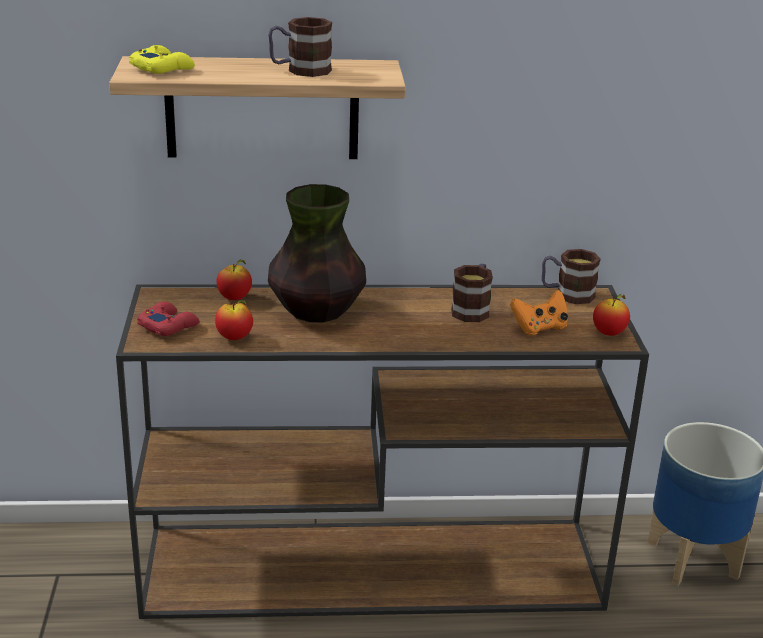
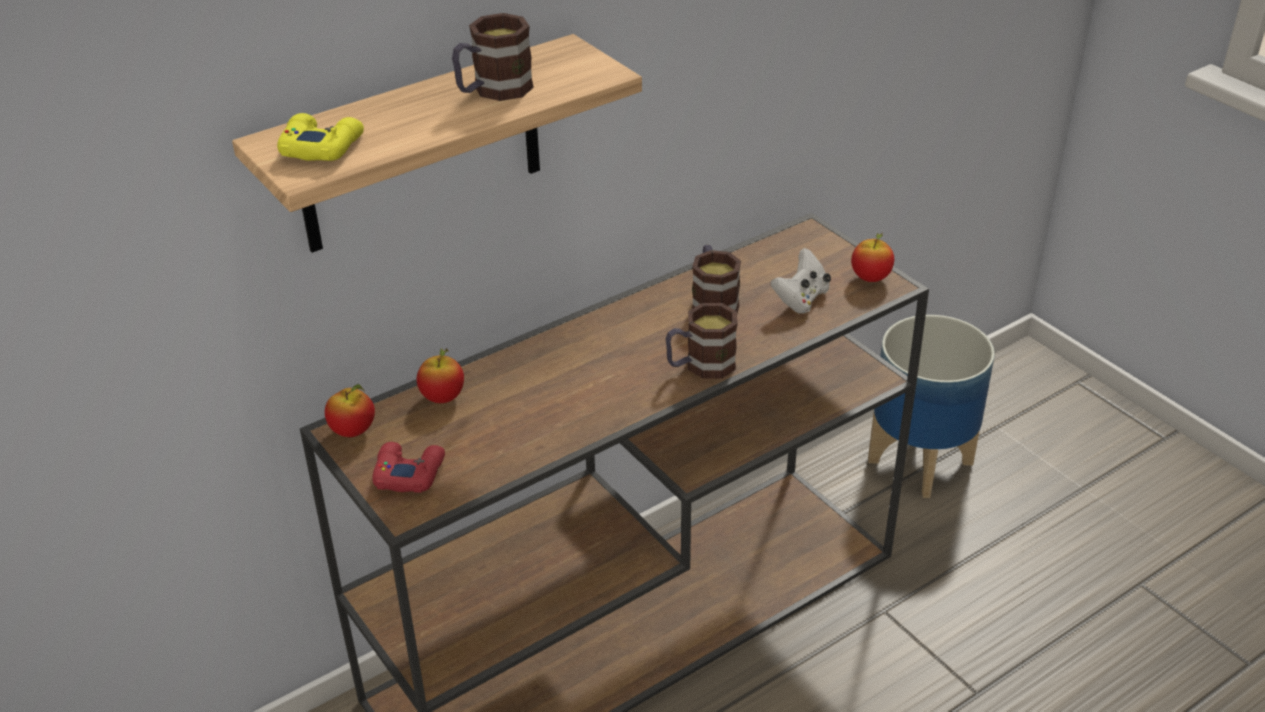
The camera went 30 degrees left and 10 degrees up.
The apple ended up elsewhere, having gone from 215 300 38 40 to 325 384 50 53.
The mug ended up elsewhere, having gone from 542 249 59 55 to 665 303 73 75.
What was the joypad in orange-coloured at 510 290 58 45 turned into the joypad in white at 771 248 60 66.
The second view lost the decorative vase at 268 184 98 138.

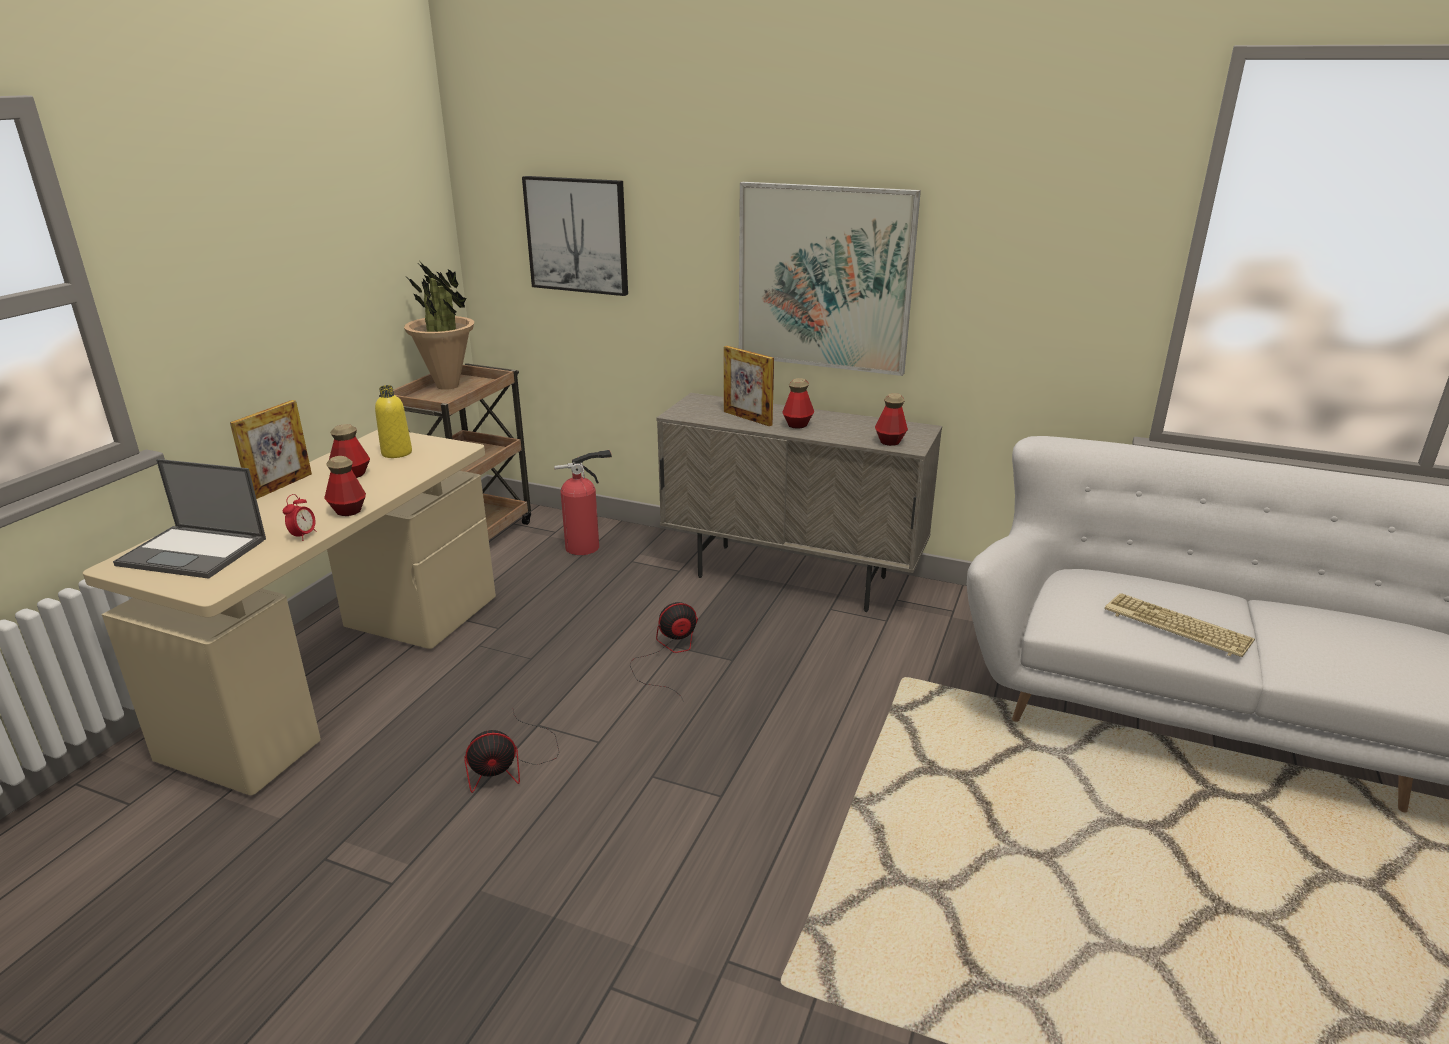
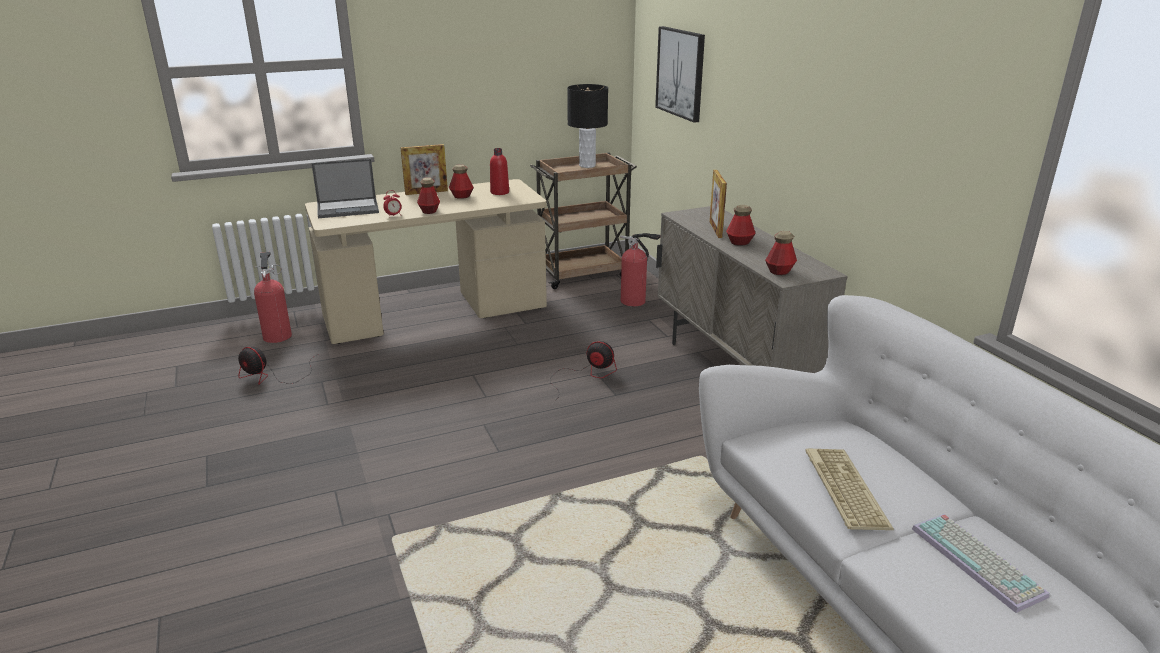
The camera went 45 degrees right and 0 degrees up.
The fan ended up elsewhere, having gone from 464 710 95 83 to 238 347 80 38.
The second view gained the extinguisher at 254 252 38 91.
The laptop at 113 459 153 120 ended up facing another way, 75 degrees counterclockwise from before.
What was the bottle in yellow at 375 385 37 73 turned into the bottle in red at 490 148 19 47.
Where the potted plant stood at 404 262 70 128, the table lamp in black-coloured came to stand at 567 84 41 84.
The second view gained the keyboard at 912 514 138 99.
The second view lost the picture at 739 182 182 194.

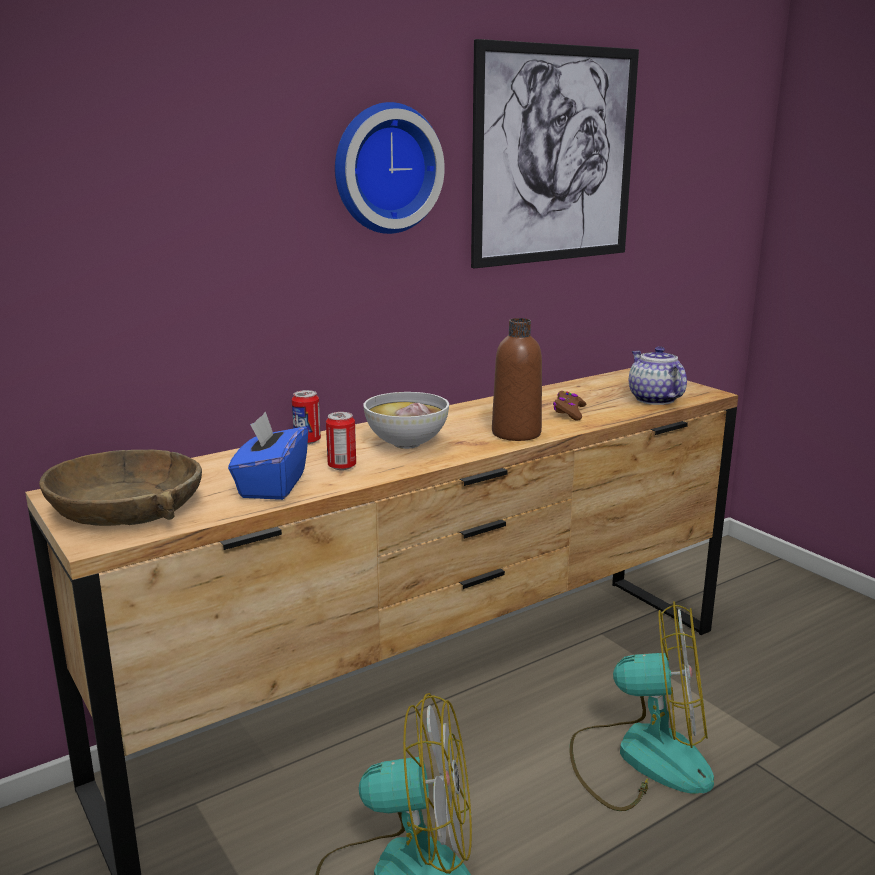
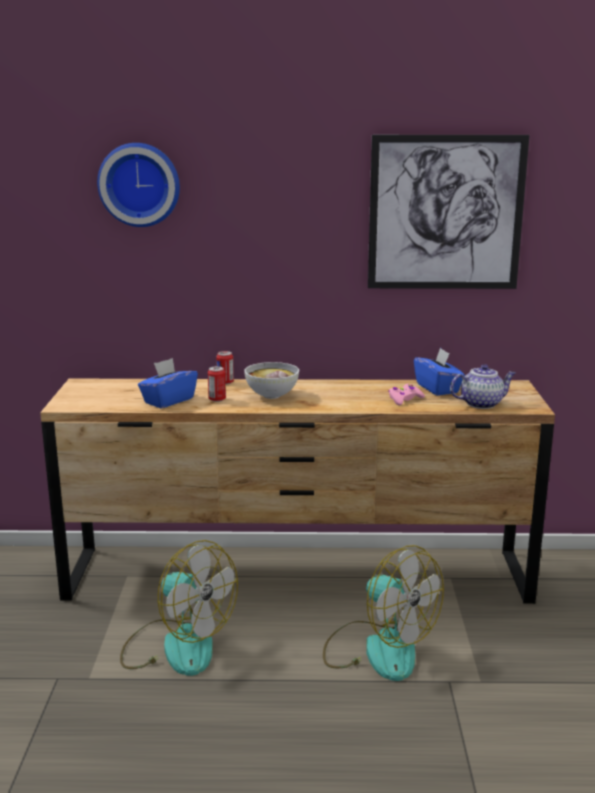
The camera went 35 degrees right and 0 degrees up.
The clock on the wall ended up elsewhere, having gone from 335 102 110 132 to 97 143 83 84.
What was the joypad in brown-coloured at 553 391 33 30 turned into the joypad in pink-coloured at 388 384 37 21.
The second view gained the tissue holder in blue at 414 348 51 48.
The pot for tea at 629 346 58 59 ended up facing another way, 60 degrees clockwise from before.
The second view lost the deep dish in brown-coloured at 39 450 163 76.
The second view lost the bottle in brown-coloured at 492 318 50 123.

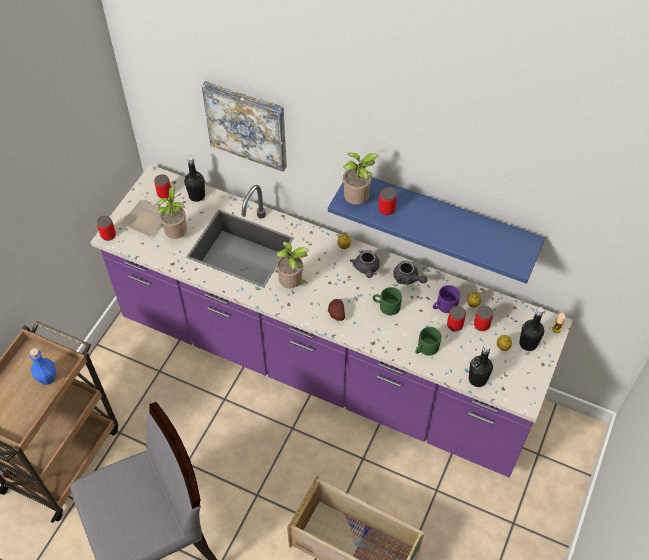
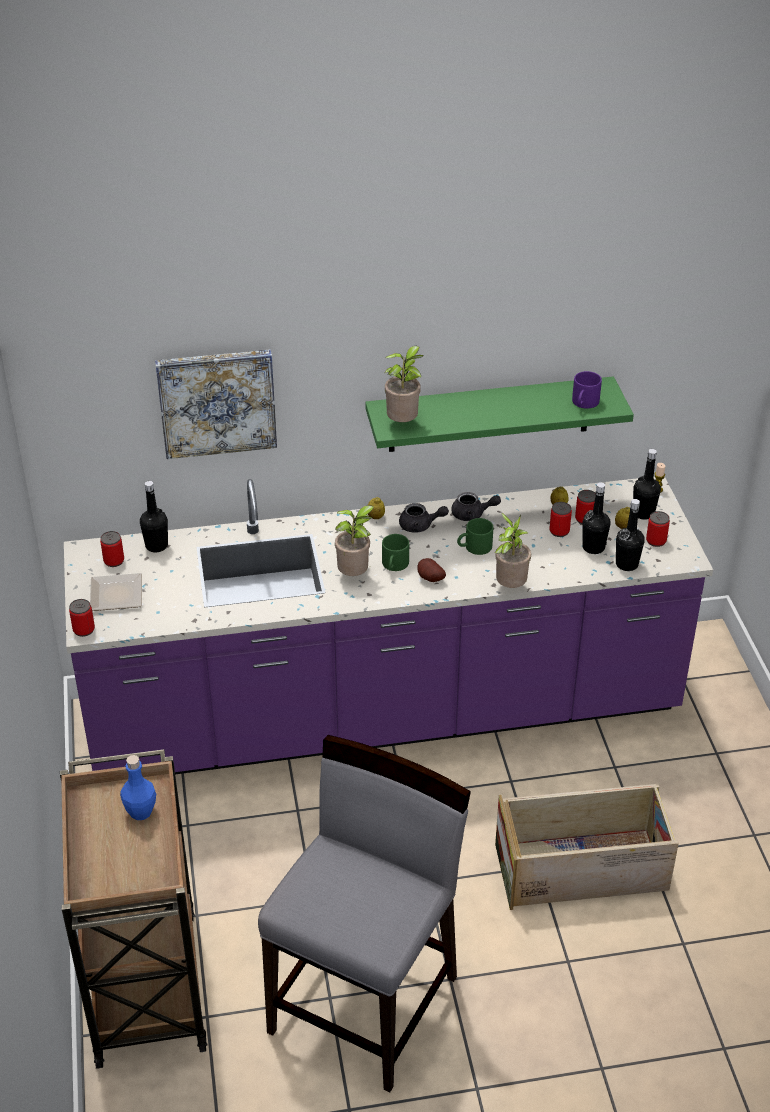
The camera went 35 degrees left and 15 degrees down.
What was the wall shelf in blue at 328 177 217 107 turned into the wall shelf in green-coloured at 365 377 269 75.
The mug in green-coloured ended up elsewhere, having gone from 415 327 26 29 to 382 534 27 37.
The pot for tea in gray at 350 250 30 28 ended up facing another way, 45 degrees counterclockwise from before.
The potted plant ended up elsewhere, having gone from 157 186 30 53 to 495 513 36 75.
The mug in purple ended up elsewhere, having gone from 433 285 27 28 to 572 371 30 38.
The second view gained the bottle in black-coloured at 582 482 29 72.
The metal can ended up elsewhere, having gone from 378 187 19 28 to 646 511 24 36.

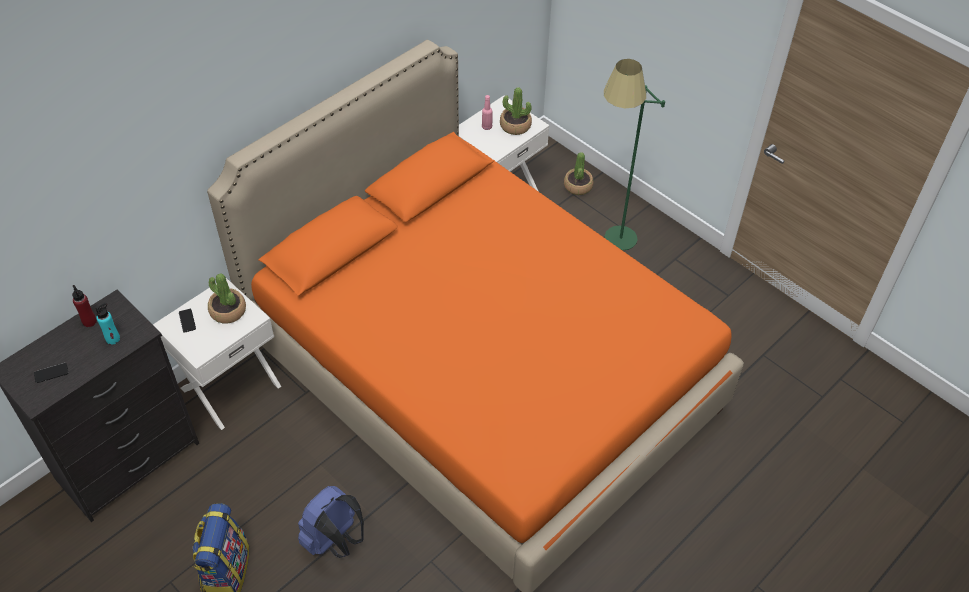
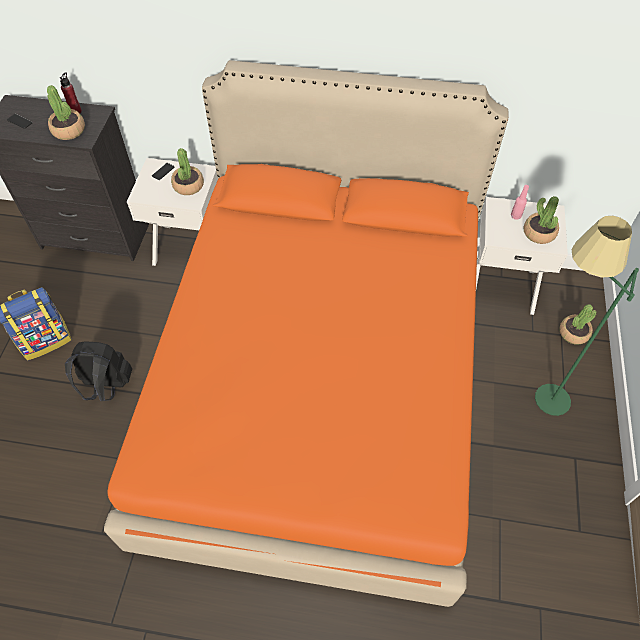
The camera went 55 degrees right and 5 degrees up.
Where the bottle in turquoise-coloured stood at 95 303 25 42, the potted plant came to stand at 47 85 38 55.
What was the knapsack in blue at 298 486 66 72 turned into the knapsack in black-coloured at 65 341 67 60.

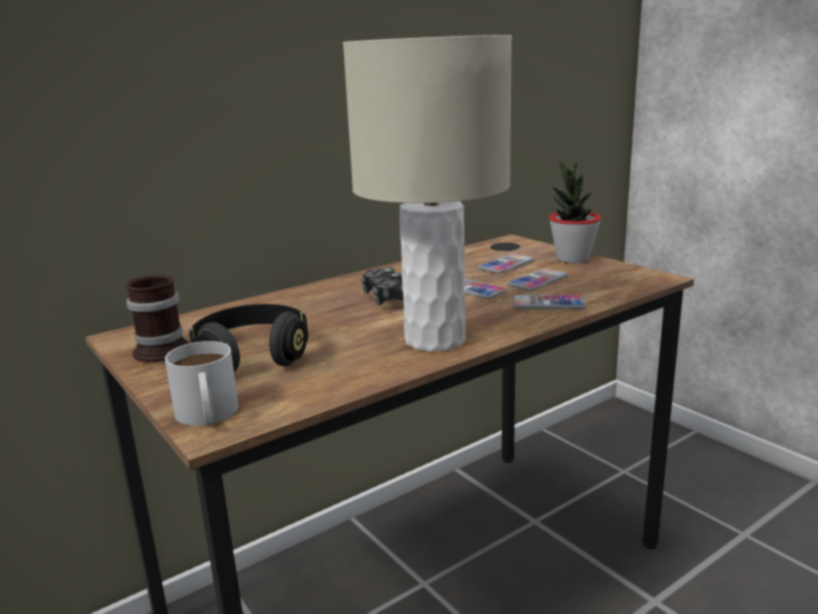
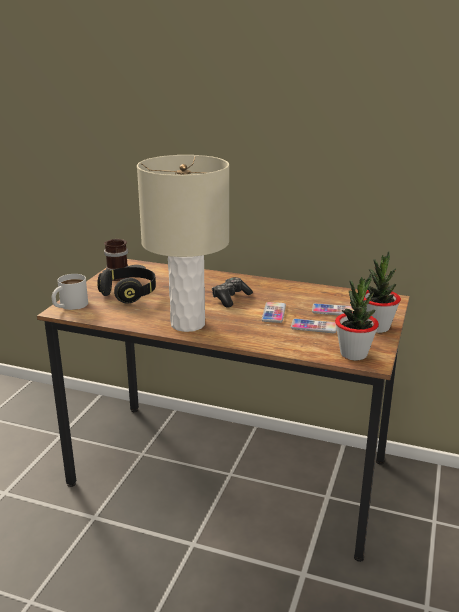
The camera went 55 degrees right and 5 degrees up.
The second view gained the potted plant at 335 273 44 87.
The second view lost the handset at 513 295 73 14.

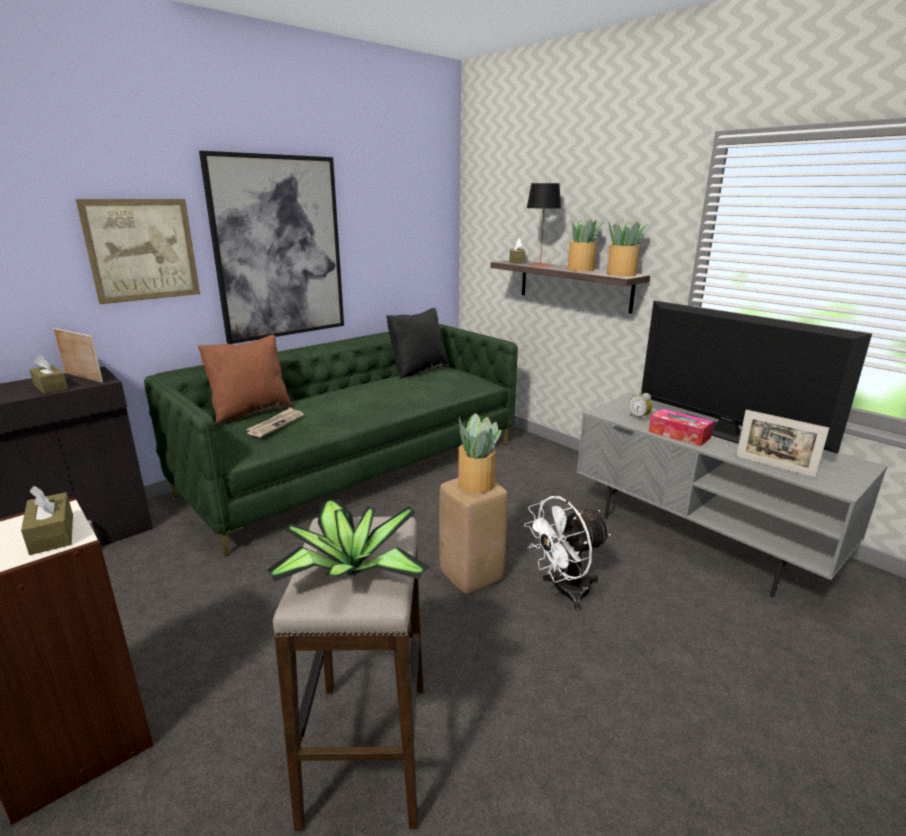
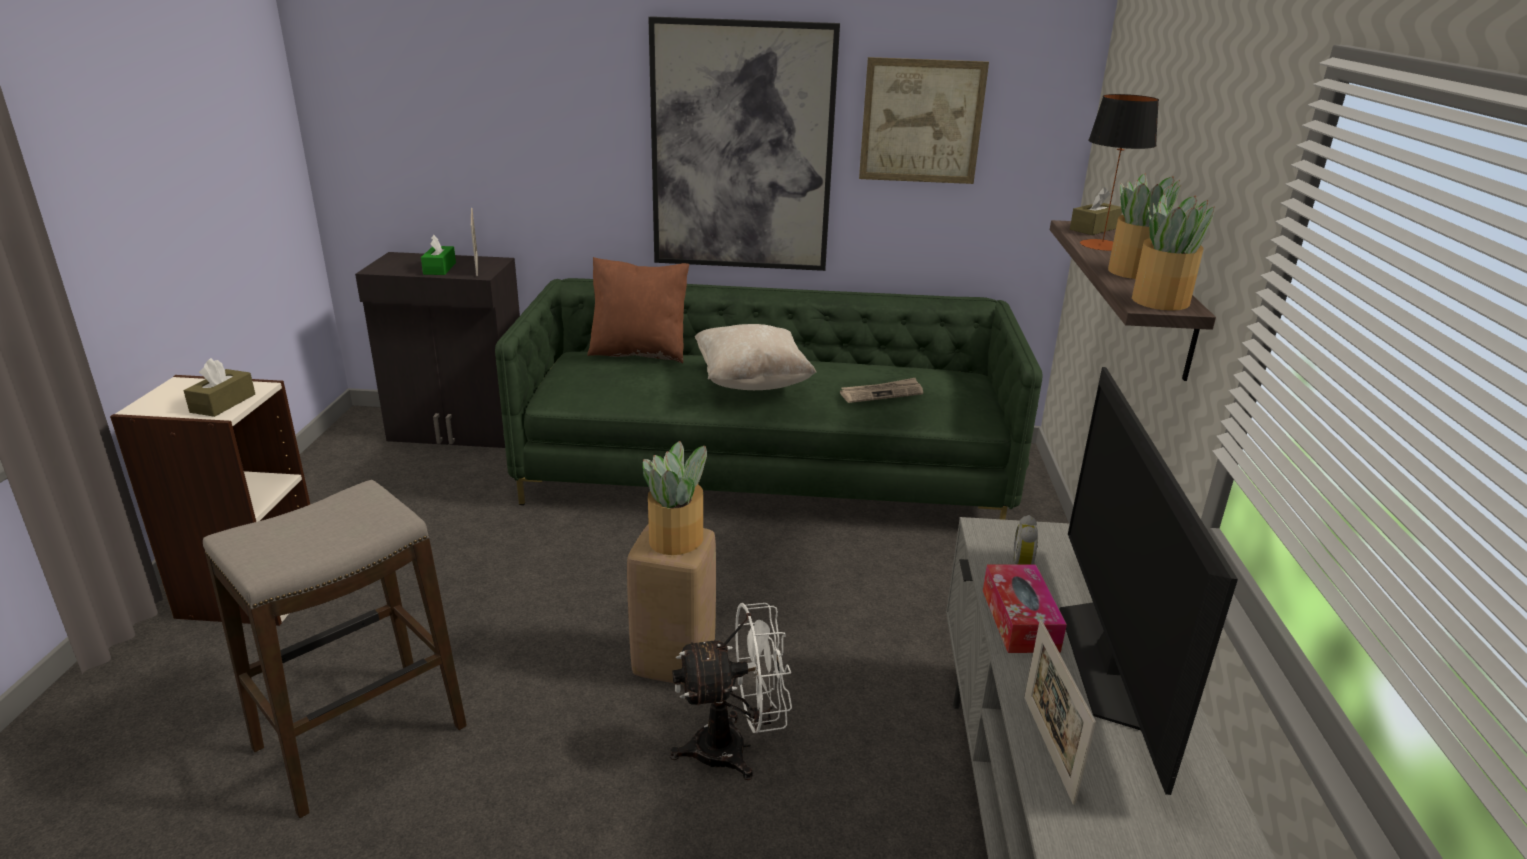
The camera went 45 degrees right and 5 degrees up.
What was the tissue holder in brown-coloured at 29 355 39 39 turned into the tissue holder in green-coloured at 421 235 35 40.
The fan in white at 524 496 87 115 ended up facing another way, 150 degrees clockwise from before.
The second view gained the pillow in beige at 695 324 121 66.
The daily paper ended up elsewhere, having gone from 246 407 58 30 to 840 378 83 25.
The picture ended up elsewhere, having gone from 76 199 124 105 to 859 57 130 127.
The second view lost the potted plant at 267 499 163 83.
The second view lost the pillow in black-coloured at 386 308 63 71.

